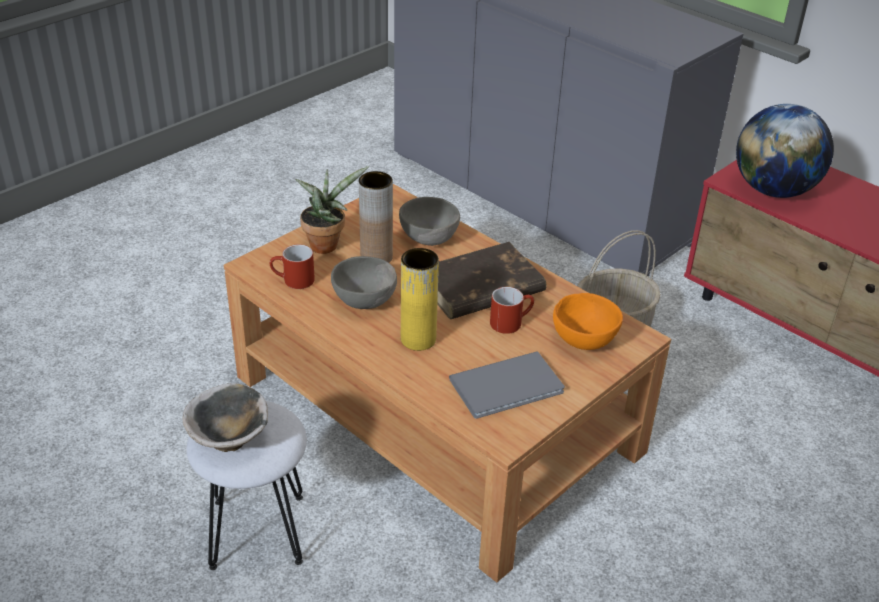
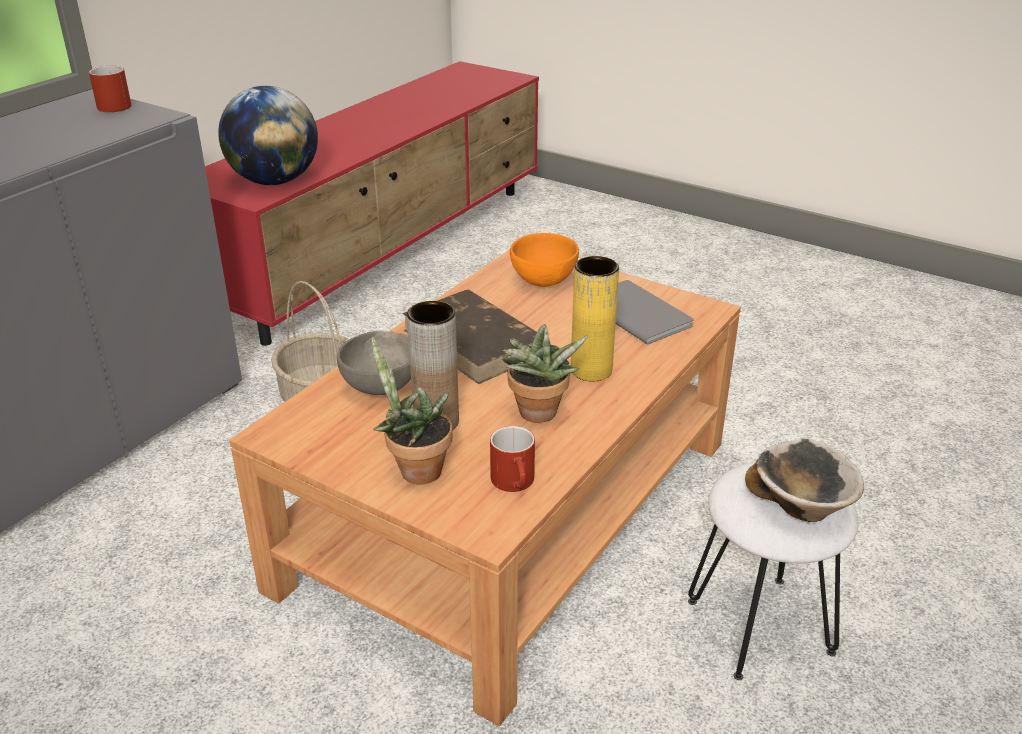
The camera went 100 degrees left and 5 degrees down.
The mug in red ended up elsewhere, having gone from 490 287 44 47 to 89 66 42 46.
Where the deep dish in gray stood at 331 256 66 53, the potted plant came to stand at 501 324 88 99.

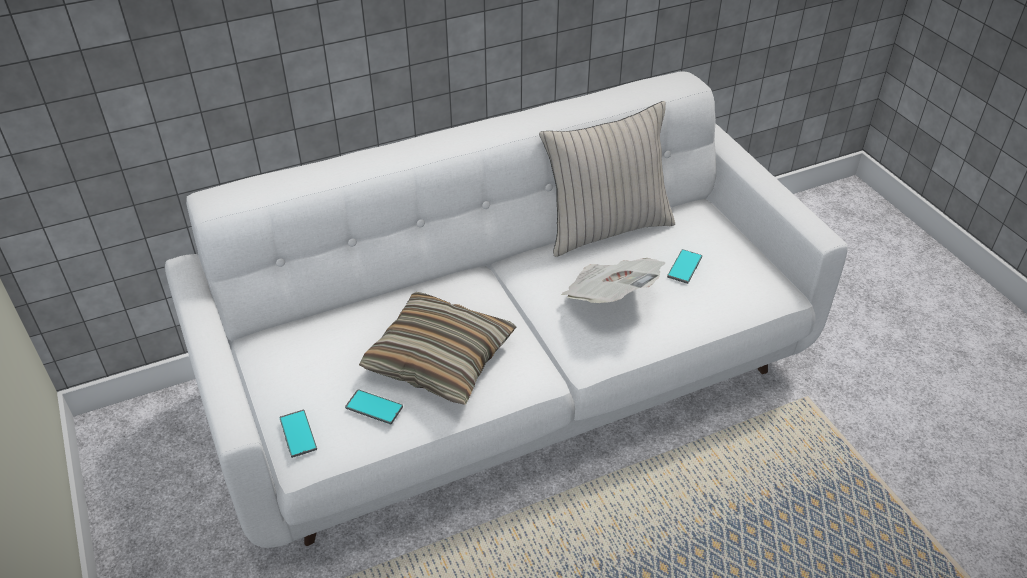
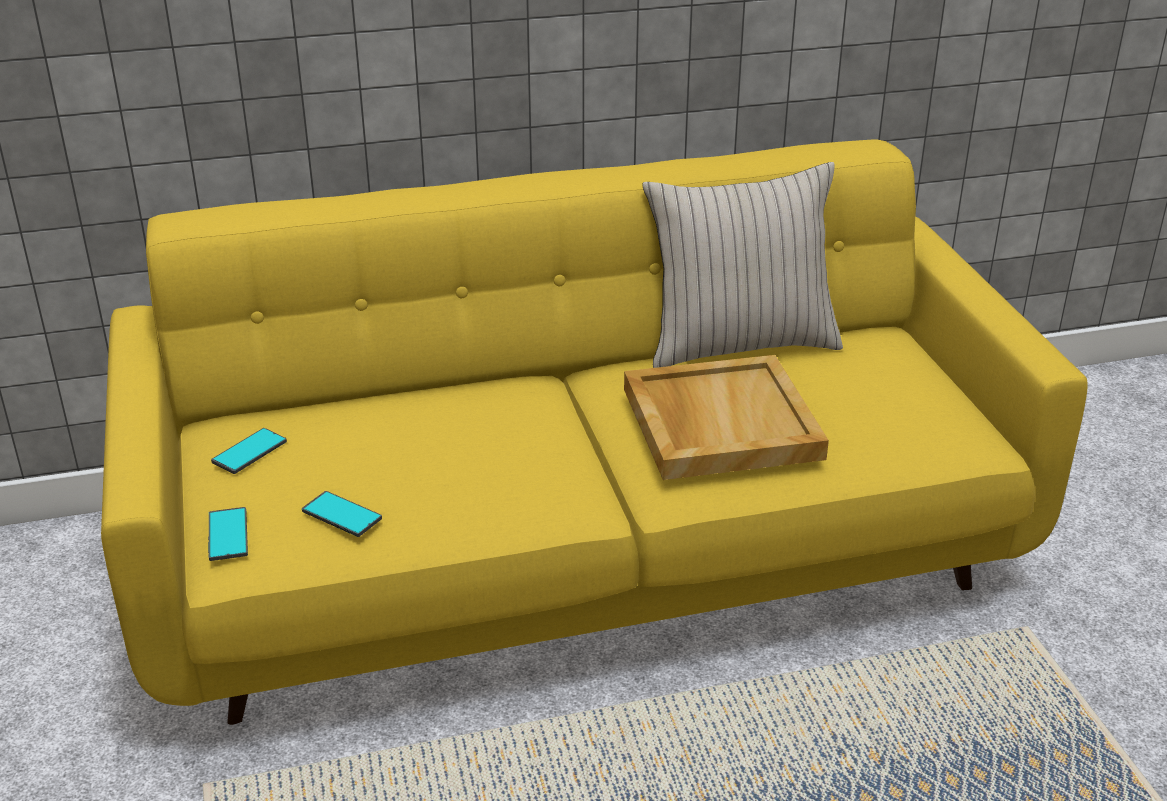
The camera went 10 degrees right and 10 degrees down.
What was the settee in white at 165 71 683 477 turned into the settee in yellow at 101 139 987 586.
The handset ended up elsewhere, having gone from 667 249 35 35 to 211 428 76 46.
Where the daily paper stood at 561 258 104 45, the carrying tray in beige came to stand at 624 355 205 125.
The second view lost the pillow at 359 292 157 113.

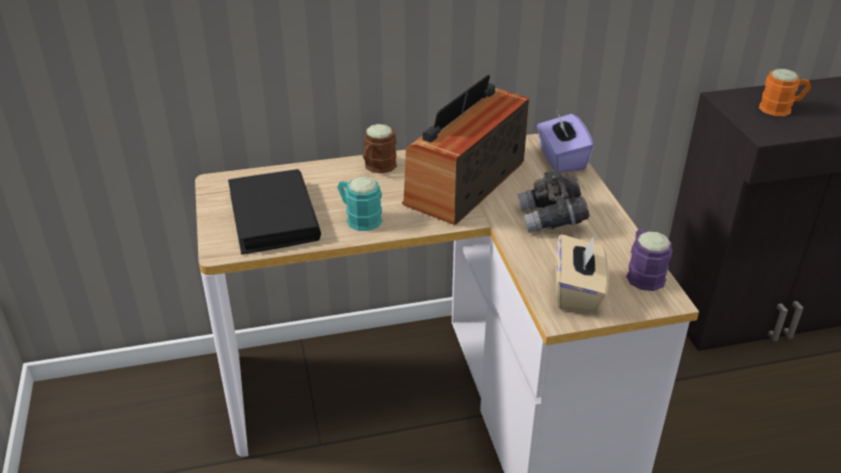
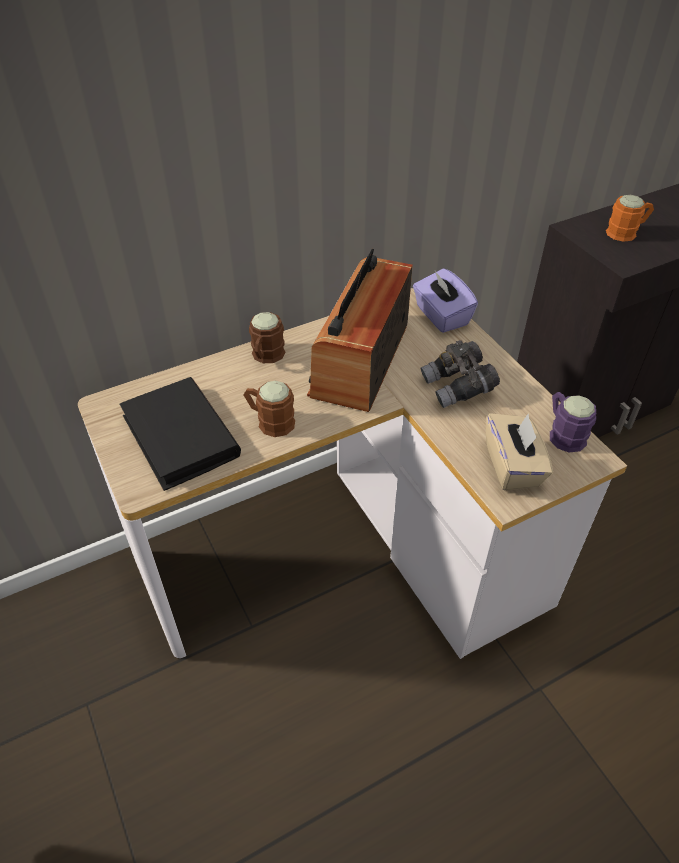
The camera went 15 degrees left and 10 degrees up.
What was the mug in turquoise-coloured at 337 177 46 54 turned into the mug in brown-coloured at 244 381 51 56.

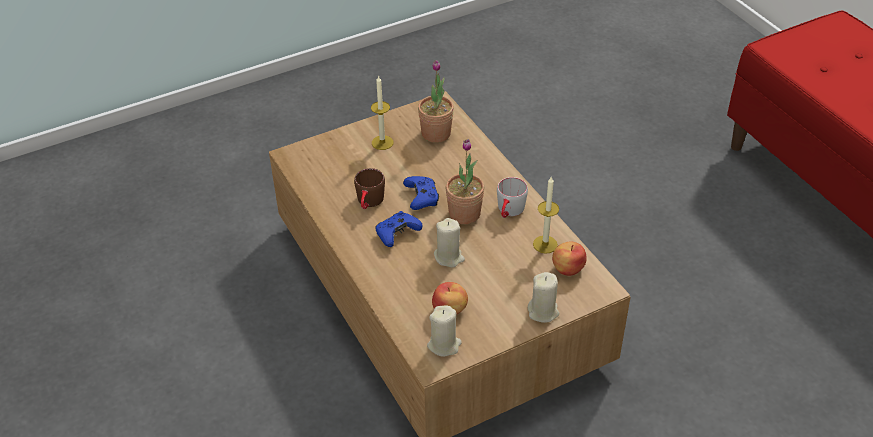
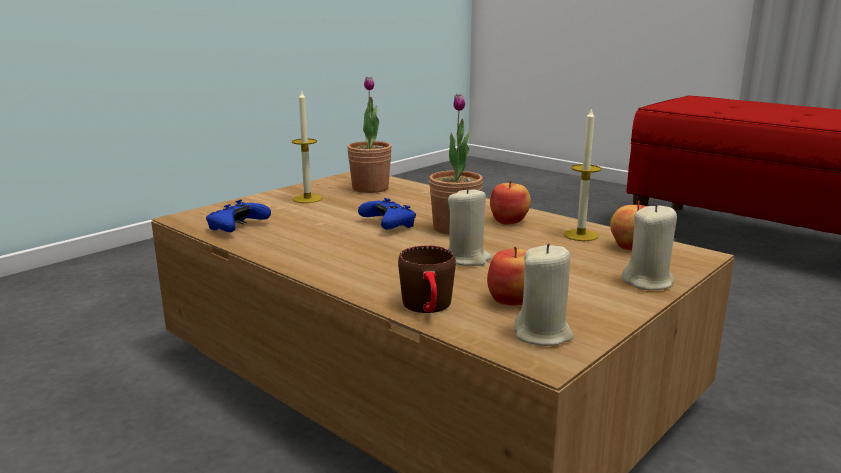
The camera went 20 degrees left and 25 degrees down.
The joypad in blue ended up elsewhere, having gone from 376 211 47 36 to 206 200 65 32.
The mug in brown-coloured ended up elsewhere, having gone from 354 168 31 41 to 398 246 58 67.
Where the mug in gray stood at 497 177 31 41, the apple came to stand at 490 180 41 45.

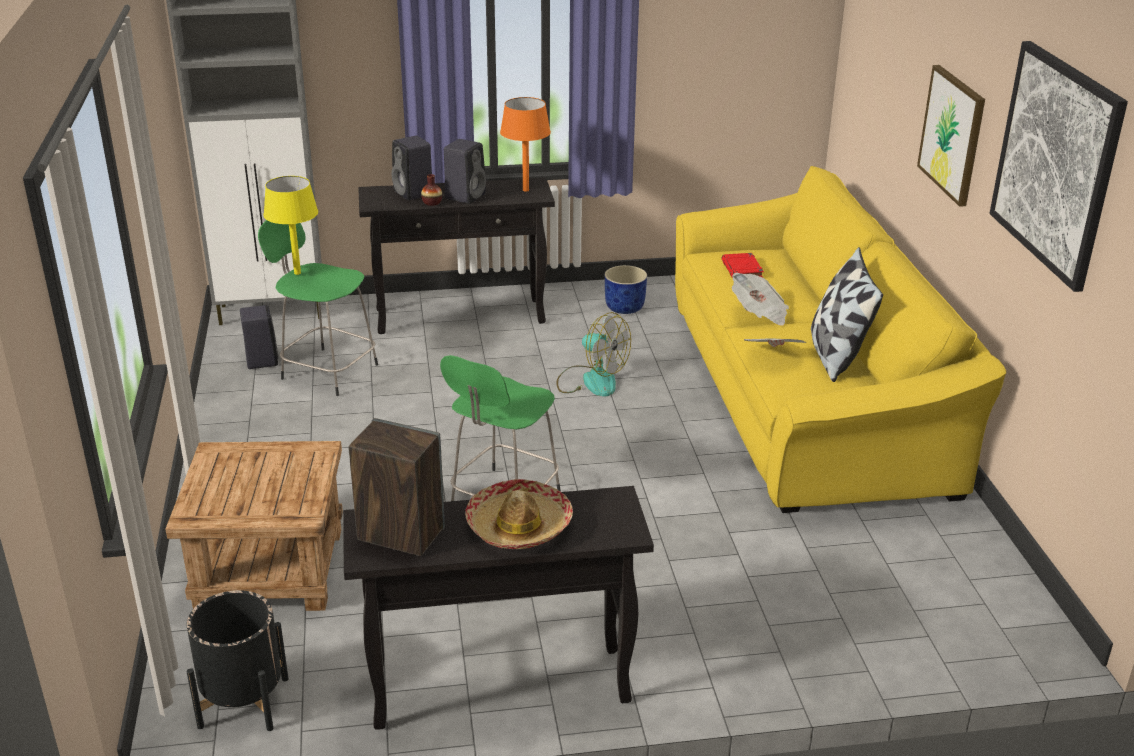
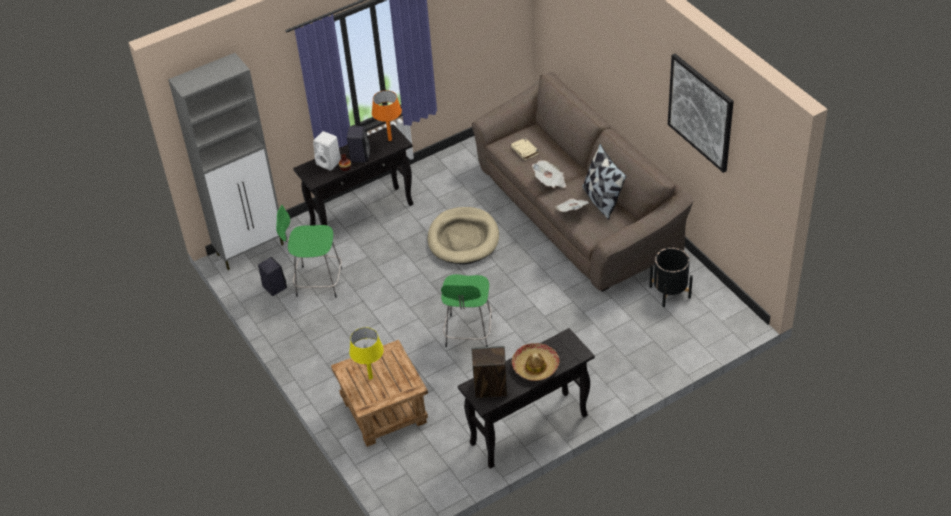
The camera went 20 degrees left and 15 degrees up.
What was the speaker in black-coloured at 392 136 40 64 turned into the speaker in white at 313 131 28 40.
The table lamp in yellow ended up elsewhere, having gone from 263 176 55 99 to 349 327 35 53.
Where the fan stood at 556 312 75 85, the pet bed in beige came to stand at 427 207 72 57.
What was the settee in yellow at 675 166 331 347 turned into the settee in brown-coloured at 472 72 222 220.
What was the volume in red at 722 253 42 25 turned into the volume in beige at 510 138 29 23.
The flower pot in black-coloured ended up elsewhere, having gone from 187 590 102 141 to 649 248 44 59.
The second view lost the flower pot in blue at 605 265 42 49.
The second view lost the picture at 917 65 68 142.

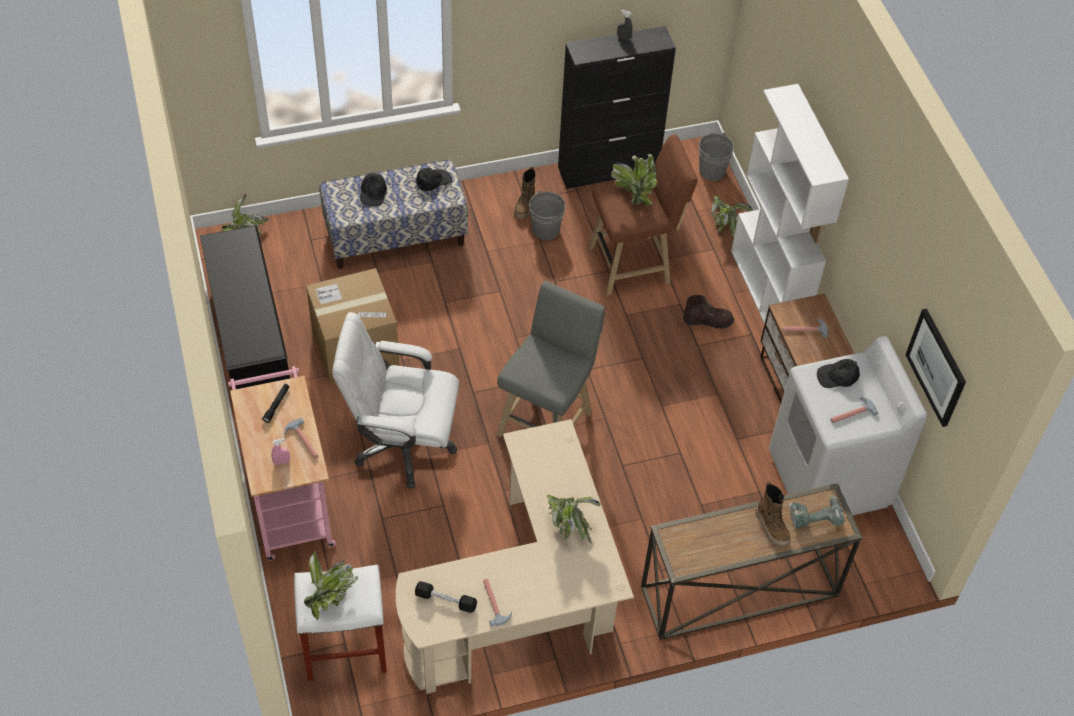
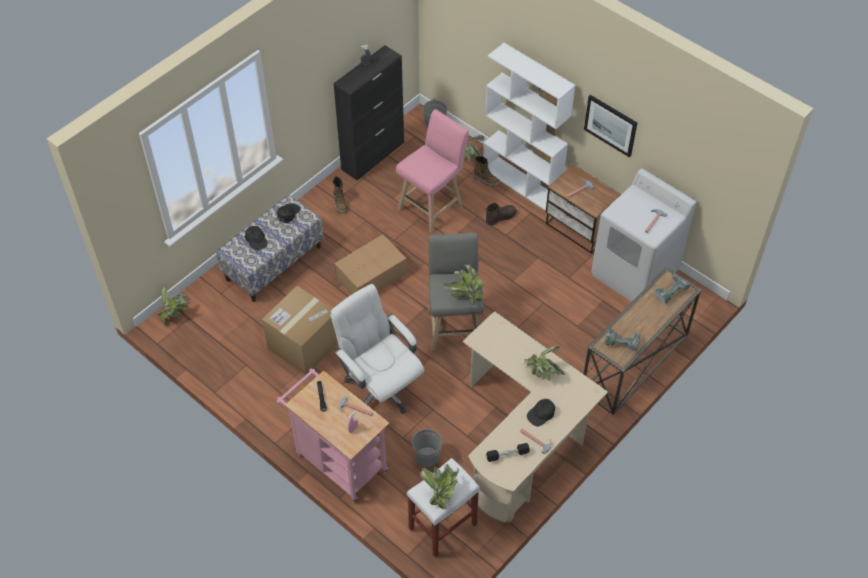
The camera went 30 degrees left and 0 degrees up.
The computer chair in white at 332 312 127 176 ended up facing another way, 75 degrees clockwise from before.
The second view gained the carton at 335 235 72 60.
What was the stool seat in brown-coloured at 588 134 110 161 turned into the stool seat in pink-coloured at 396 109 73 124.
The pail in gray ended up elsewhere, having gone from 529 190 36 50 to 412 429 30 38.
The potted plant ended up elsewhere, having gone from 611 154 46 51 to 444 265 41 40.
The boot ended up elsewhere, having gone from 756 481 34 65 to 473 155 26 32.
The cap in black-coloured ended up elsewhere, having gone from 817 359 43 29 to 527 399 28 28.
The picture ended up elsewhere, having gone from 905 309 61 118 to 584 95 53 62.
The second view gained the electric drill at 605 329 35 22.
The second view lost the shoe stand in black-coloured at 200 225 90 164.

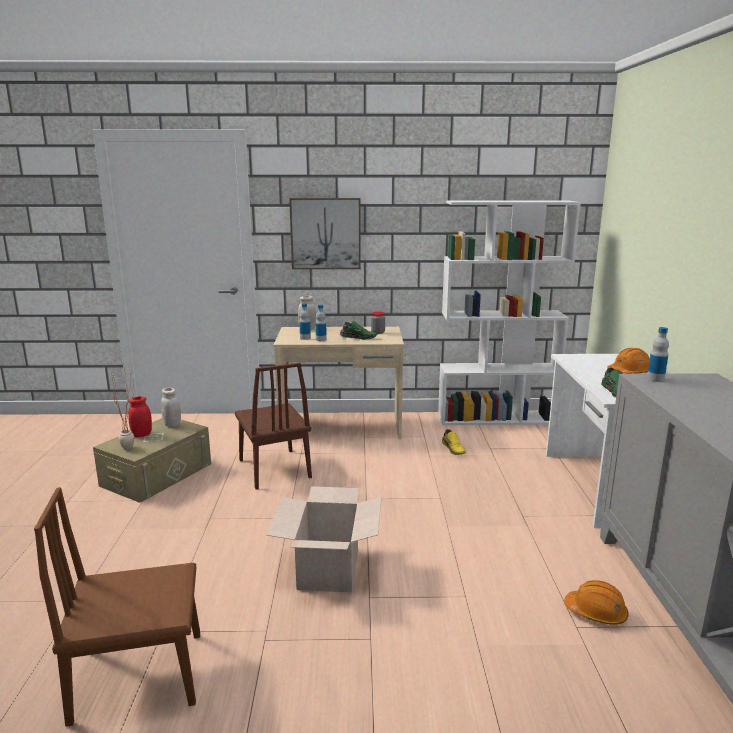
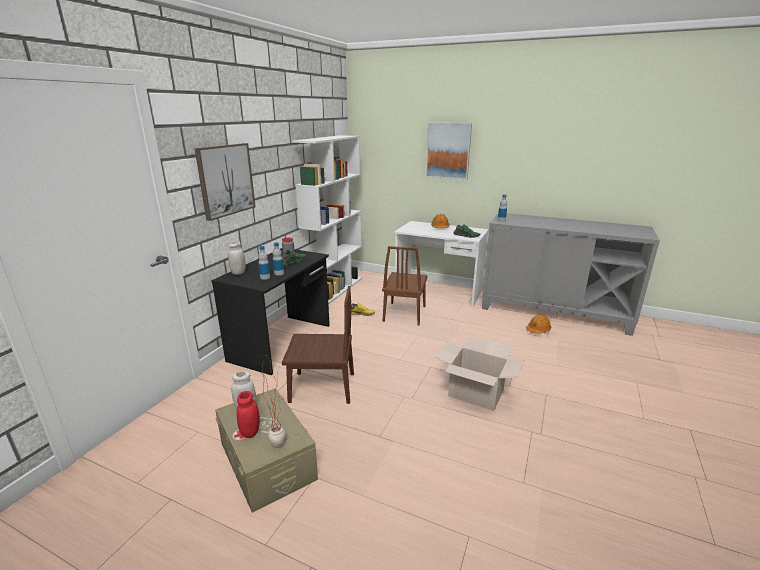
The camera went 65 degrees left and 5 degrees up.
What was the desk table in beige at 273 327 131 112 turned into the desk table in black-coloured at 211 248 119 127.
The upright chair in brown-coloured ended up elsewhere, having gone from 34 487 166 240 to 382 246 46 80.
The second view gained the picture at 426 123 46 57.

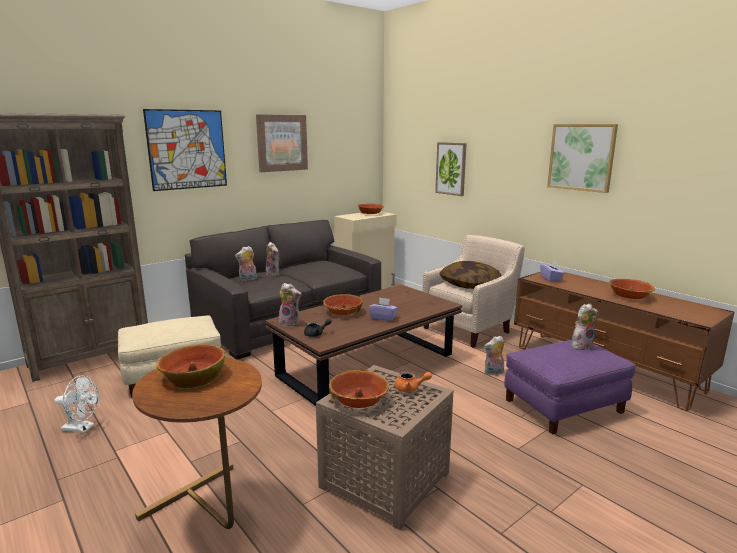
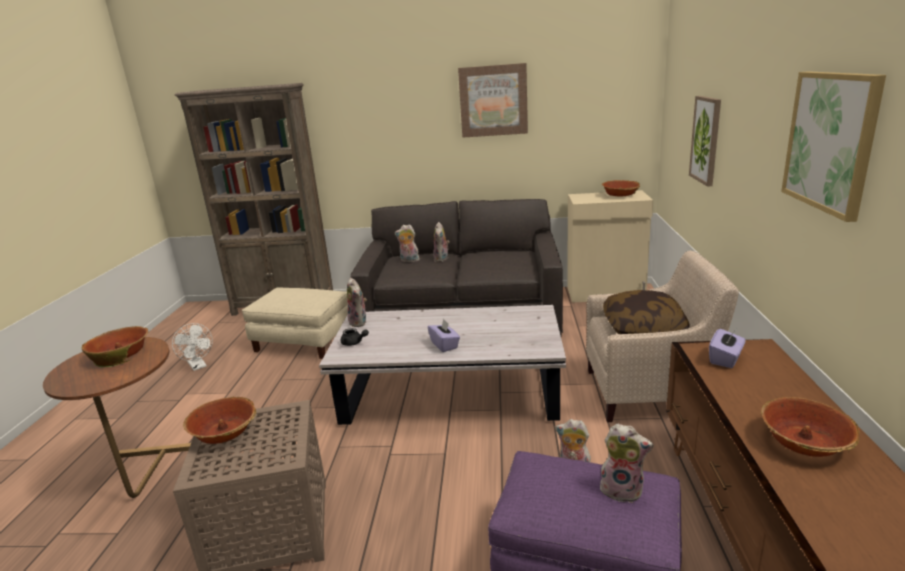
The camera went 45 degrees right and 5 degrees up.
What was the coffee table in brown-coloured at 265 285 197 121 turned into the coffee table in white at 319 305 247 120.
The second view lost the picture at 143 109 84 82.
The second view lost the deep dish at 323 294 40 21.
The second view lost the pot for tea in orange-coloured at 395 371 37 21.

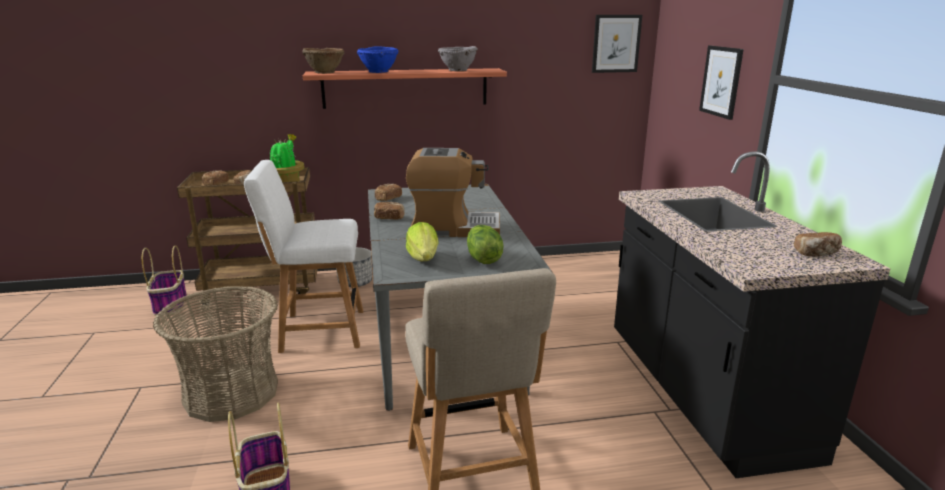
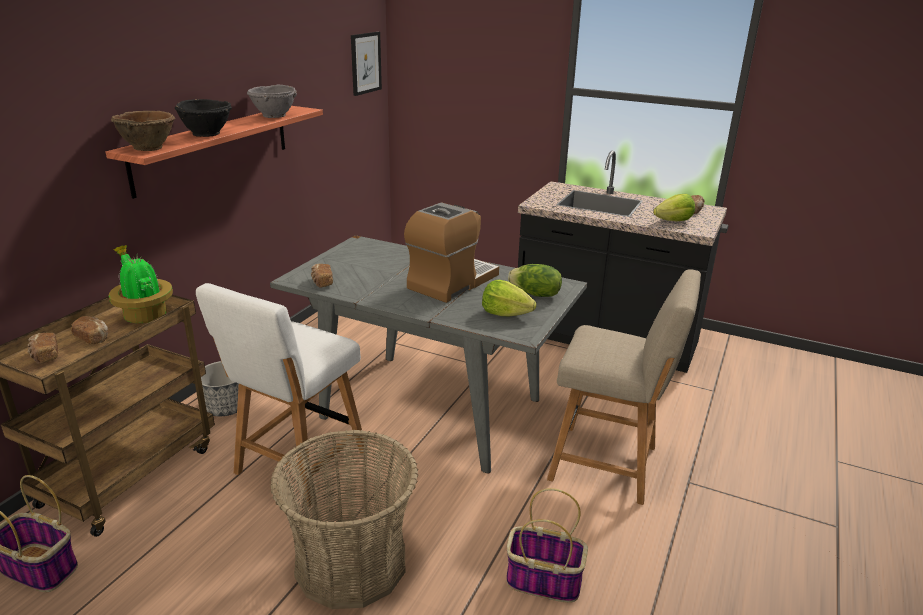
The camera went 55 degrees left and 5 degrees up.
What was the deep dish in blue at 357 46 41 27 turned into the deep dish in black-coloured at 175 99 57 38.
The second view gained the head of lettuce at 653 194 42 27.
The second view lost the baked bread at 374 202 31 18.
The second view lost the picture at 699 46 45 74.

